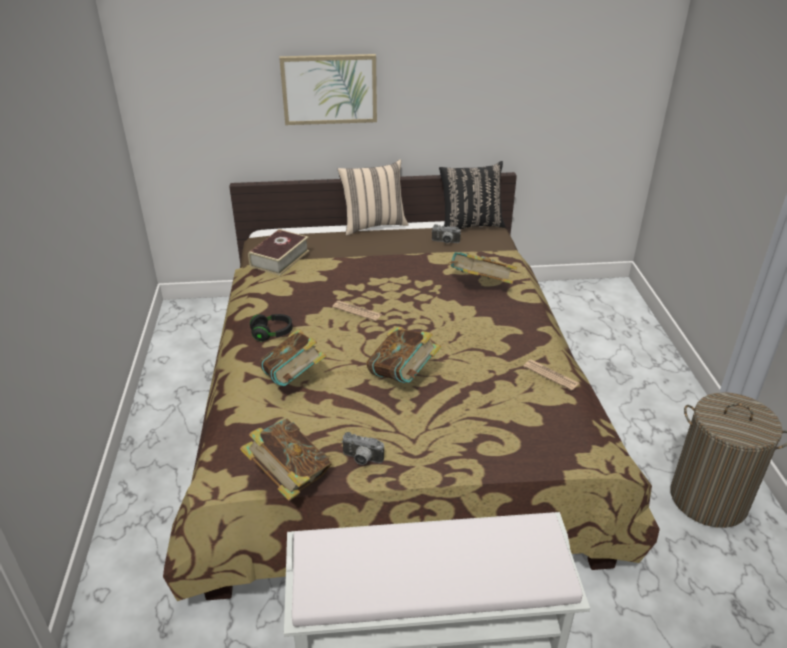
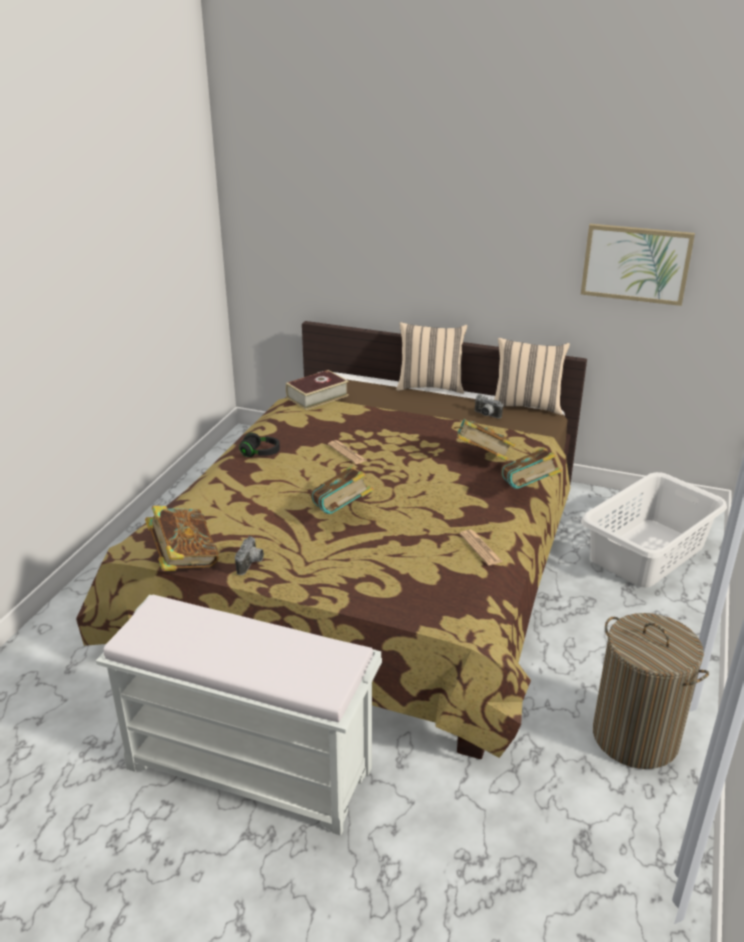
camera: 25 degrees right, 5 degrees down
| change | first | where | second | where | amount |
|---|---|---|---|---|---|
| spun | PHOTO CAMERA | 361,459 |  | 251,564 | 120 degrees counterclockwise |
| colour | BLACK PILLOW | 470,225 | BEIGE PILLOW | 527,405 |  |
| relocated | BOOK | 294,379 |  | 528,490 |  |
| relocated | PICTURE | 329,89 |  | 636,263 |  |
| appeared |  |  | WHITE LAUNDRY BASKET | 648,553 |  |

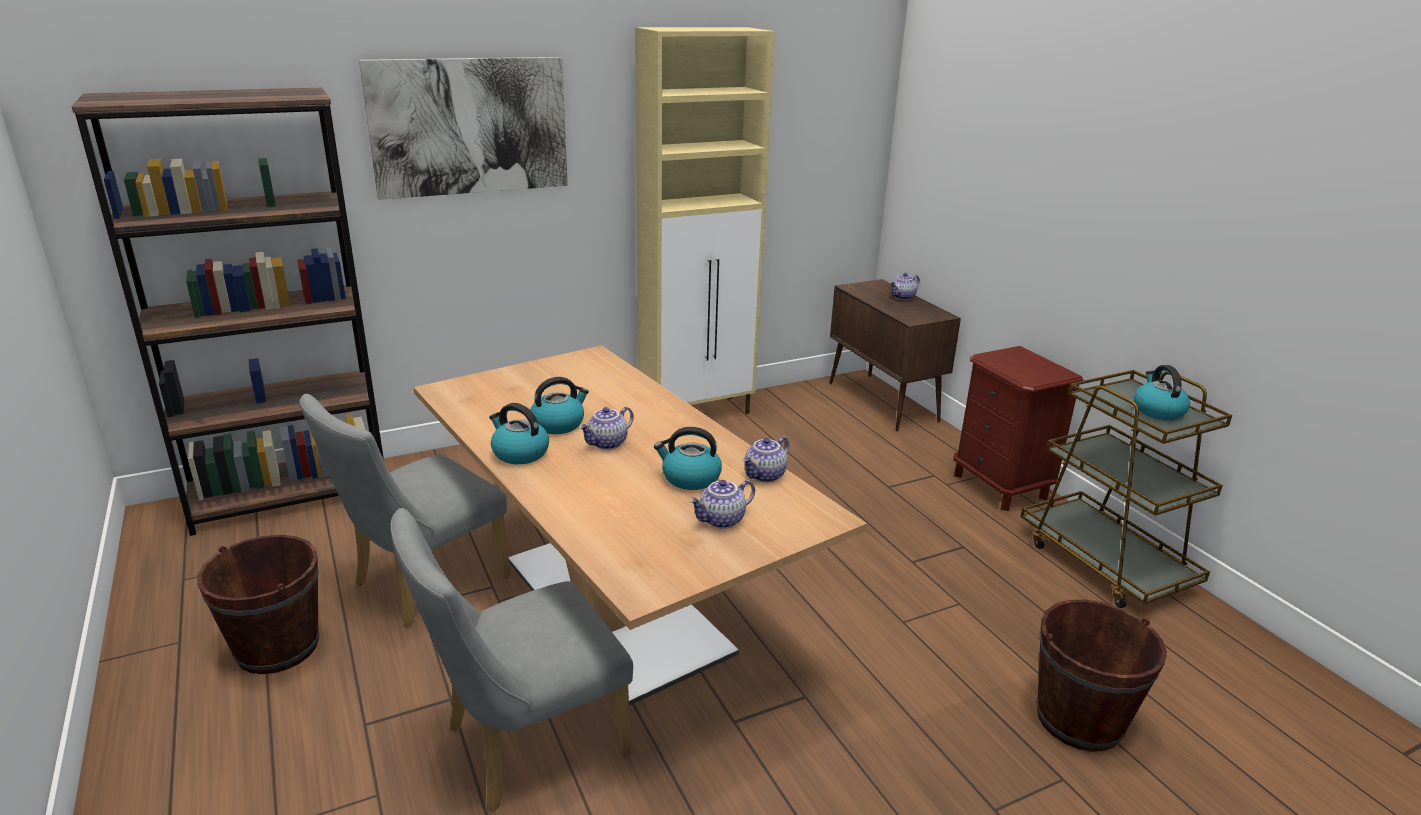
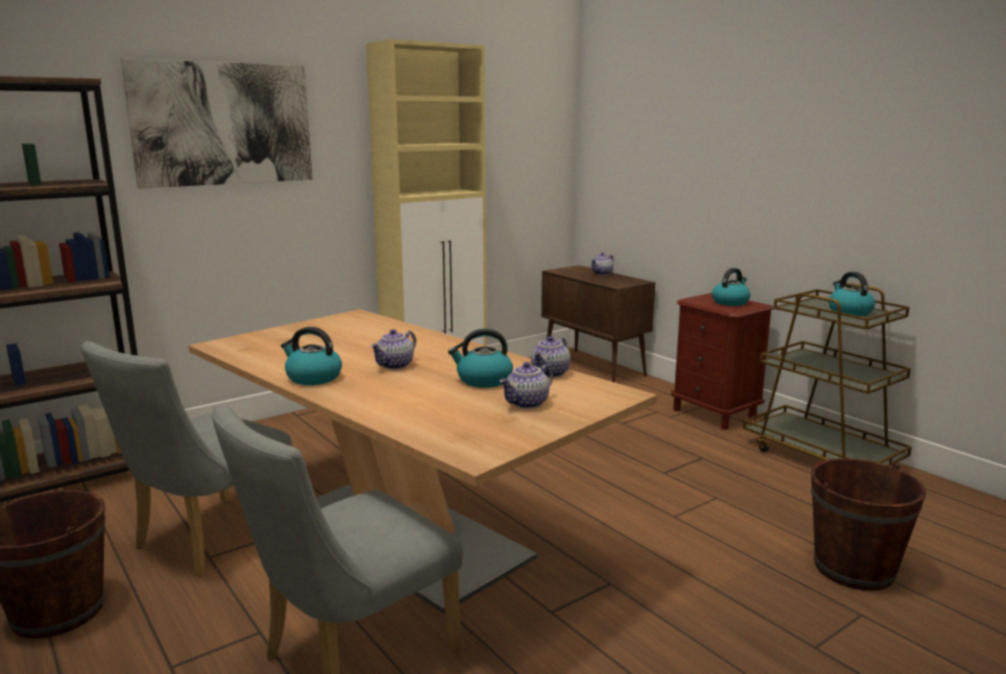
camera: 10 degrees left, 10 degrees down
| change | first | where | second | where | amount |
|---|---|---|---|---|---|
| relocated | KETTLE | 558,424 |  | 730,302 |  |

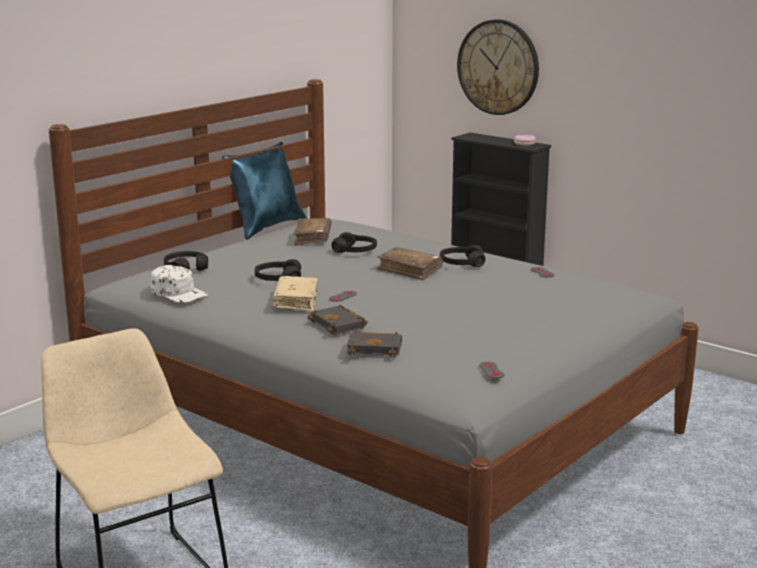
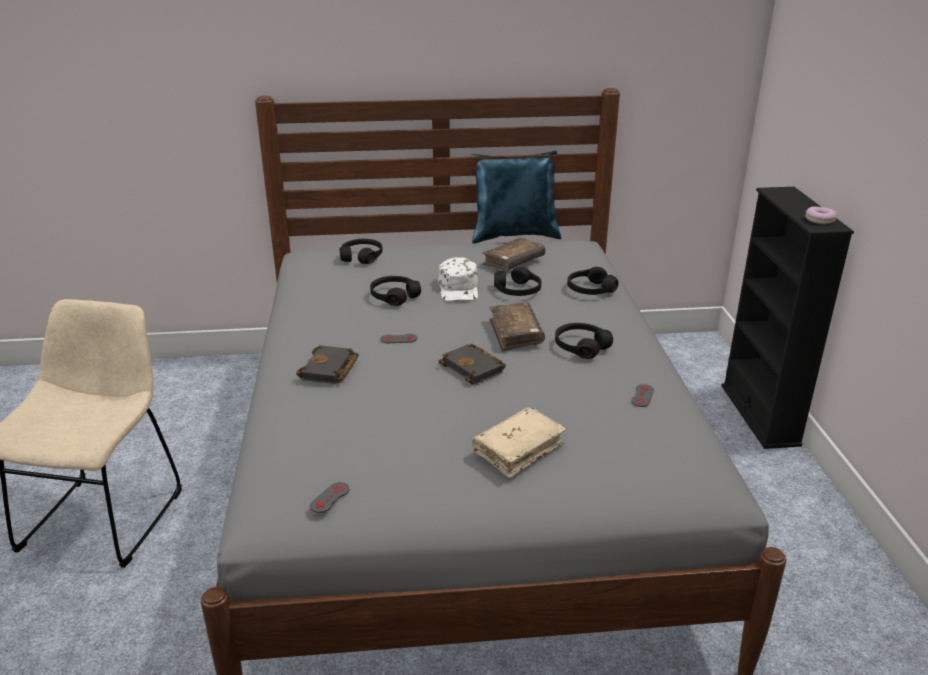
camera: 45 degrees right, 10 degrees up
| change | first | where | second | where | amount |
|---|---|---|---|---|---|
| relocated | WHITE CAP | 179,293 |  | 459,288 |  |
| relocated | BLACK BOOK | 376,348 |  | 474,368 |  |
| relocated | BEIGE BOOK | 295,301 |  | 518,449 |  |
| appeared |  |  | BLACK HEADPHONES | 590,289 |  |
| missing | WALL CLOCK | 498,67 |  |  |  |

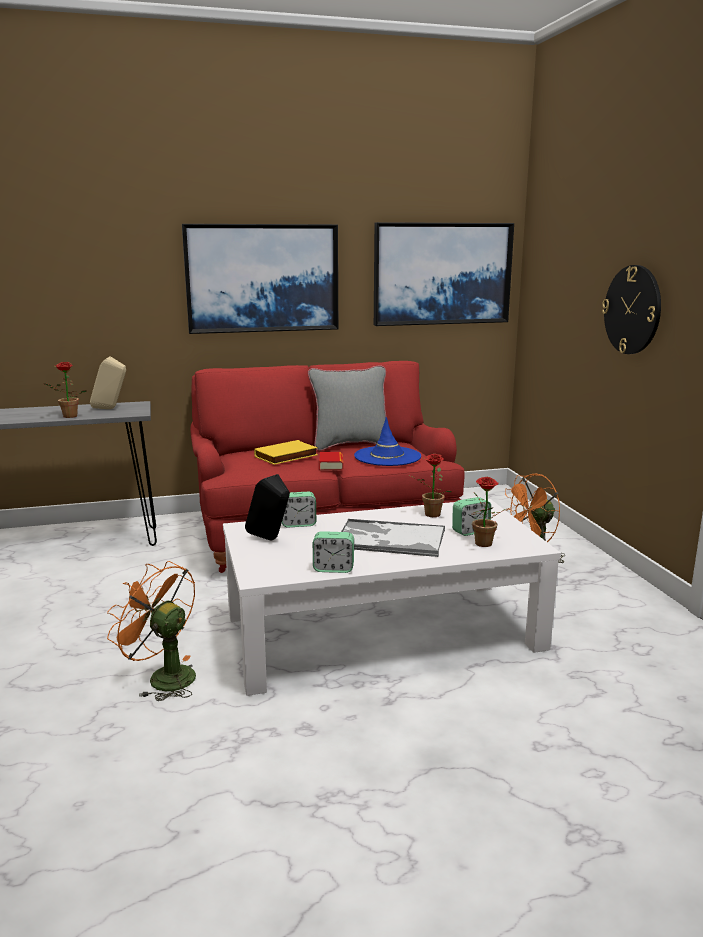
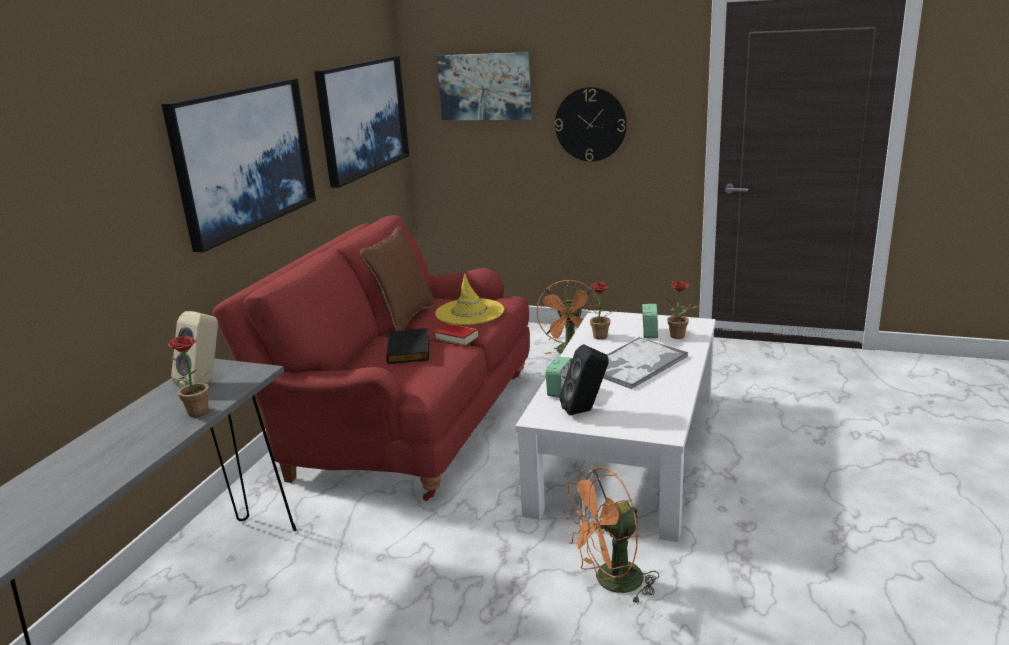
camera: 55 degrees left, 5 degrees up
| change | first | where | second | where | amount |
|---|---|---|---|---|---|
| colour | GREY PILLOW | 350,444 | BROWN PILLOW | 404,318 |  |
| colour | YELLOW BOOK | 286,456 | BLACK BOOK | 410,350 |  |
| colour | BLUE HAT | 387,456 | YELLOW HAT | 470,312 |  |
| appeared |  |  | PICTURE | 485,87 |  |
| missing | ALARM CLOCK | 333,568 |  |  |  |

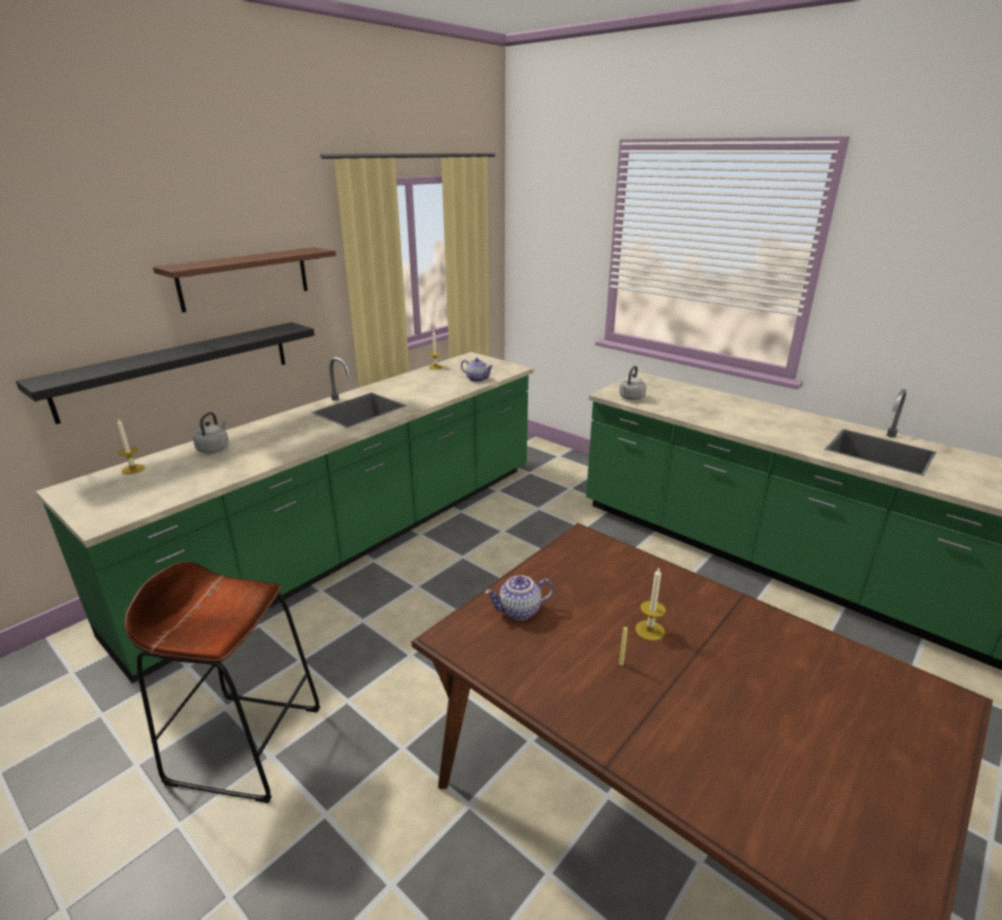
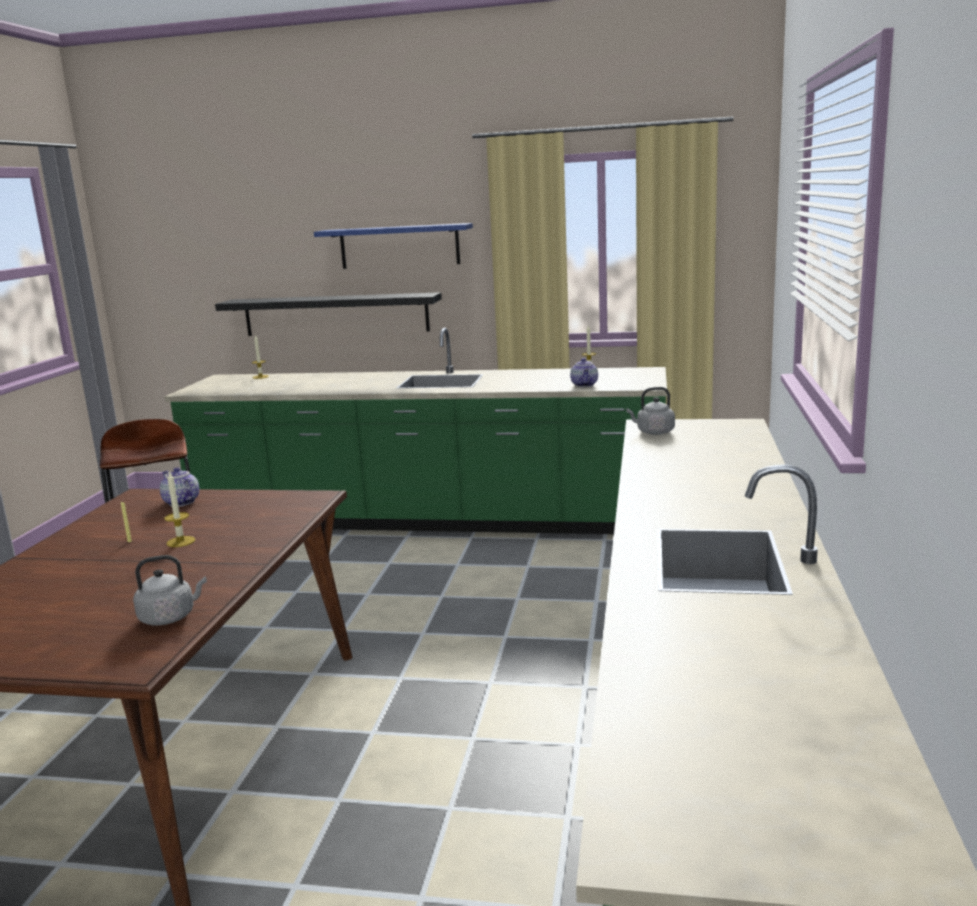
camera: 60 degrees right, 10 degrees down
| change | first | where | second | where | amount |
|---|---|---|---|---|---|
| relocated | GREY KETTLE | 214,448 |  | 170,617 |  |
| colour | BROWN SHELF | 245,278 | BLUE SHELF | 399,246 |  |

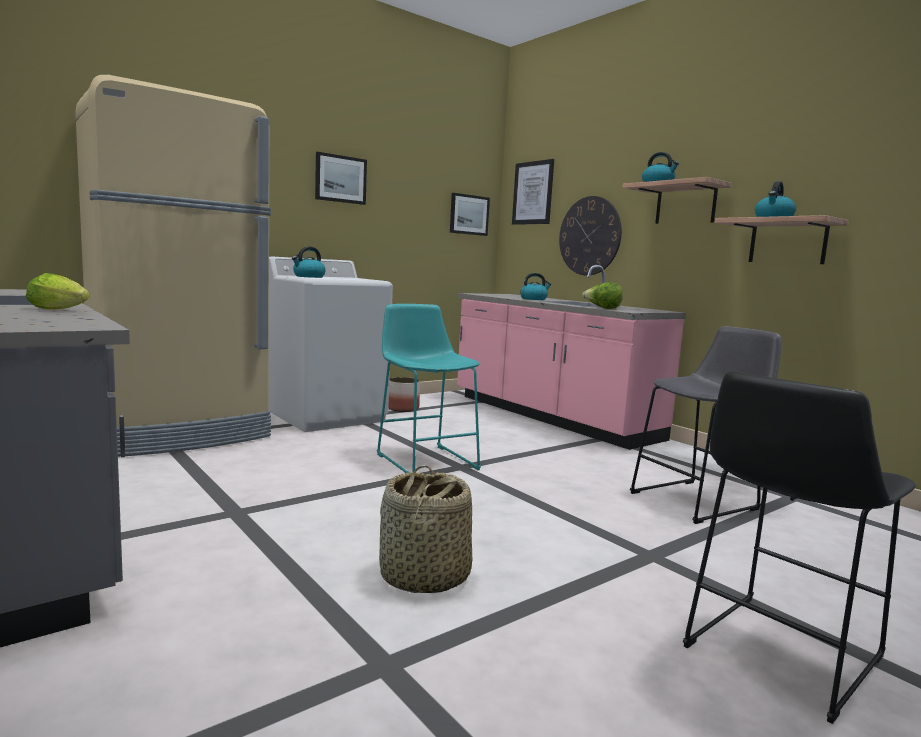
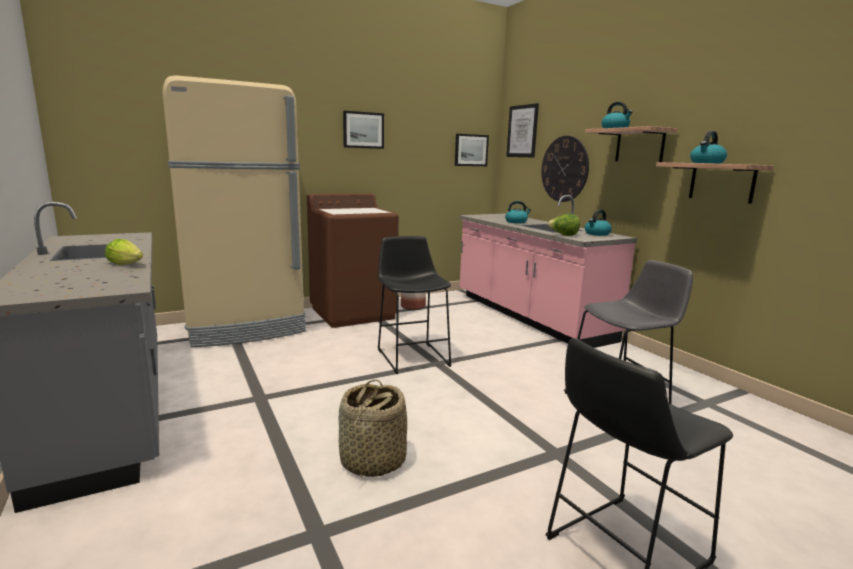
camera: 10 degrees right, 5 degrees up
| change | first | where | second | where | amount |
|---|---|---|---|---|---|
| colour | WHITE WASHING MACHINE | 327,416 | BROWN WASHING MACHINE | 353,313 |  |
| colour | TURQUOISE STOOL | 425,460 | BLACK STOOL | 412,356 |  |
| relocated | KETTLE | 308,277 |  | 597,234 |  |

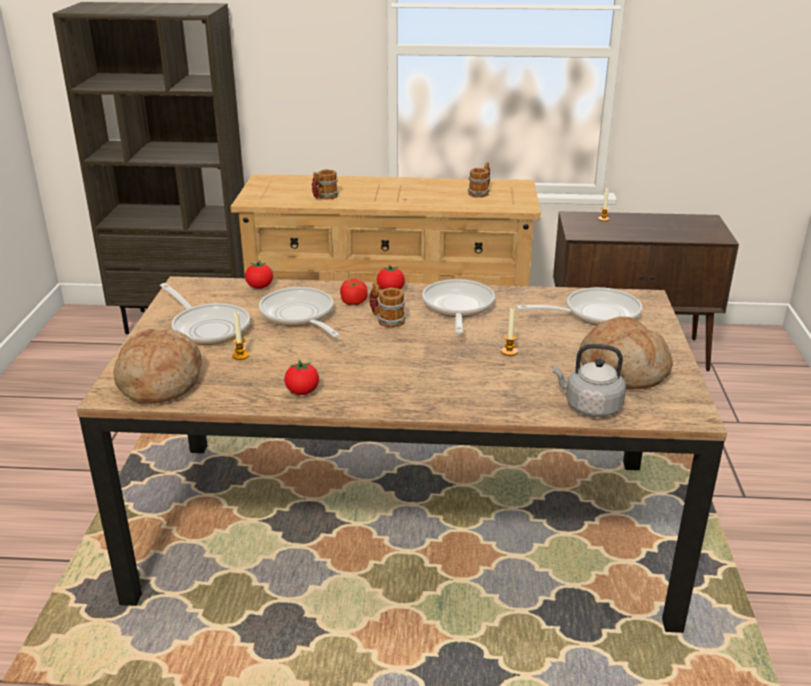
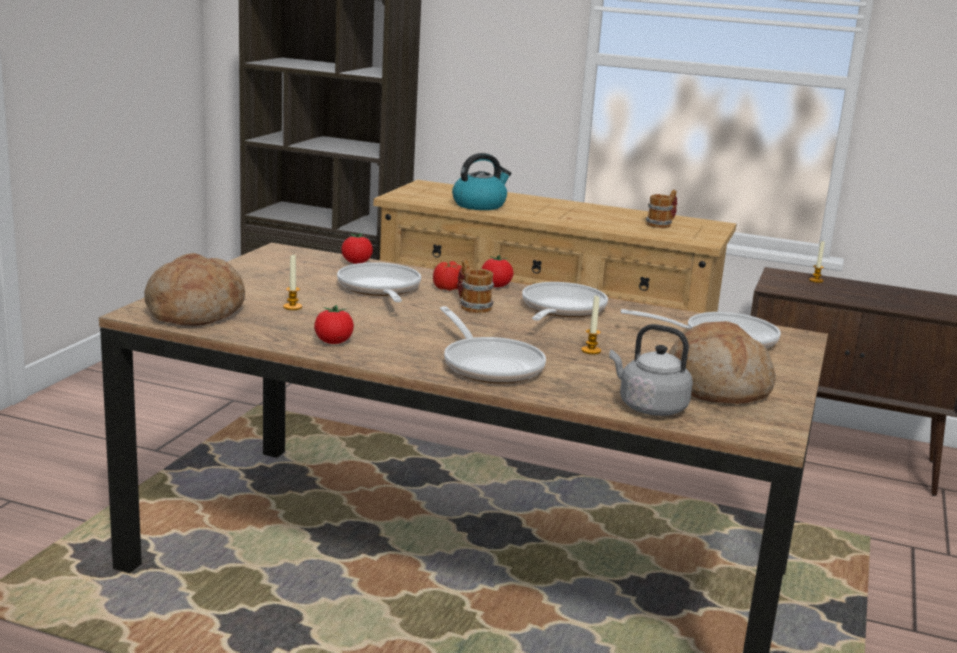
camera: 15 degrees right, 10 degrees down
| change | first | where | second | where | amount |
|---|---|---|---|---|---|
| relocated | FRYING PAN | 208,327 |  | 489,365 |  |
| exchanged | MUG | 324,197 | KETTLE | 479,205 |  |

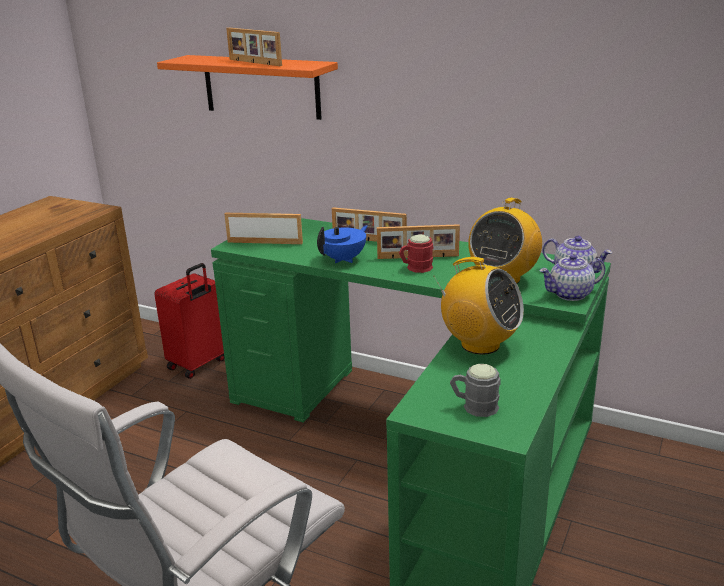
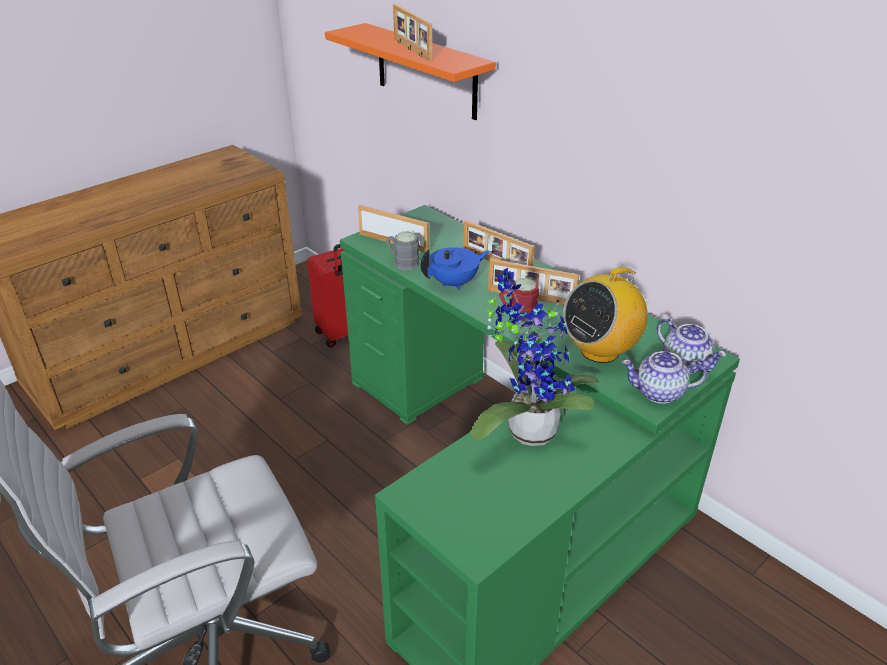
camera: 20 degrees right, 10 degrees up
| change | first | where | second | where | amount |
|---|---|---|---|---|---|
| relocated | GREY MUG | 474,406 |  | 402,262 |  |
| exchanged | RADIO | 479,344 | POTTED PLANT | 526,428 |  |

